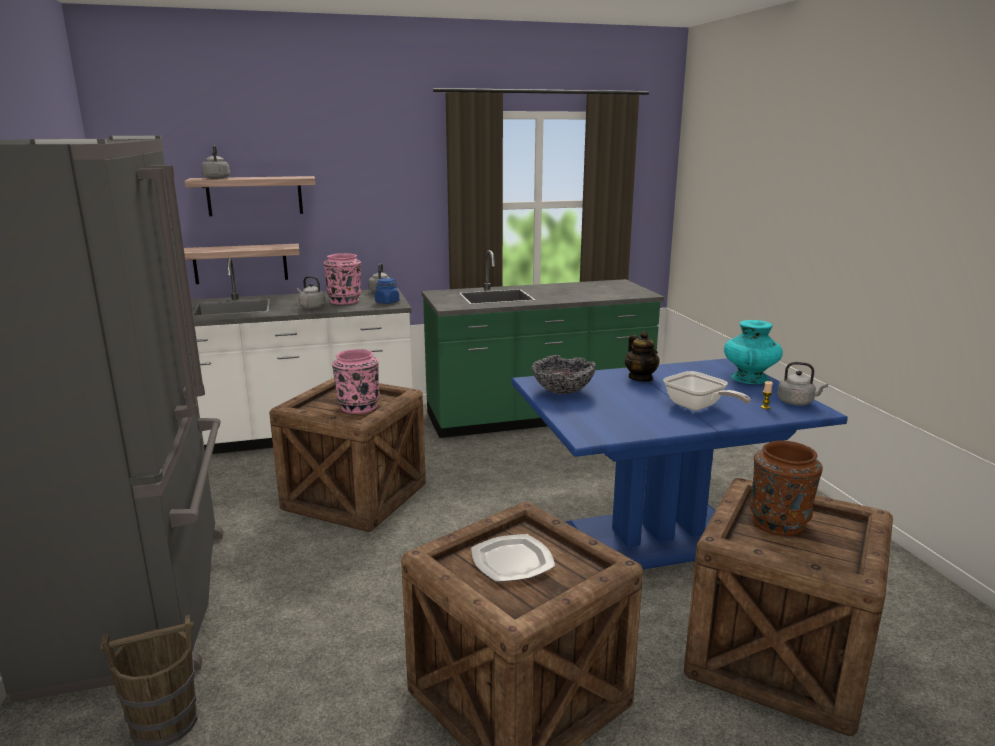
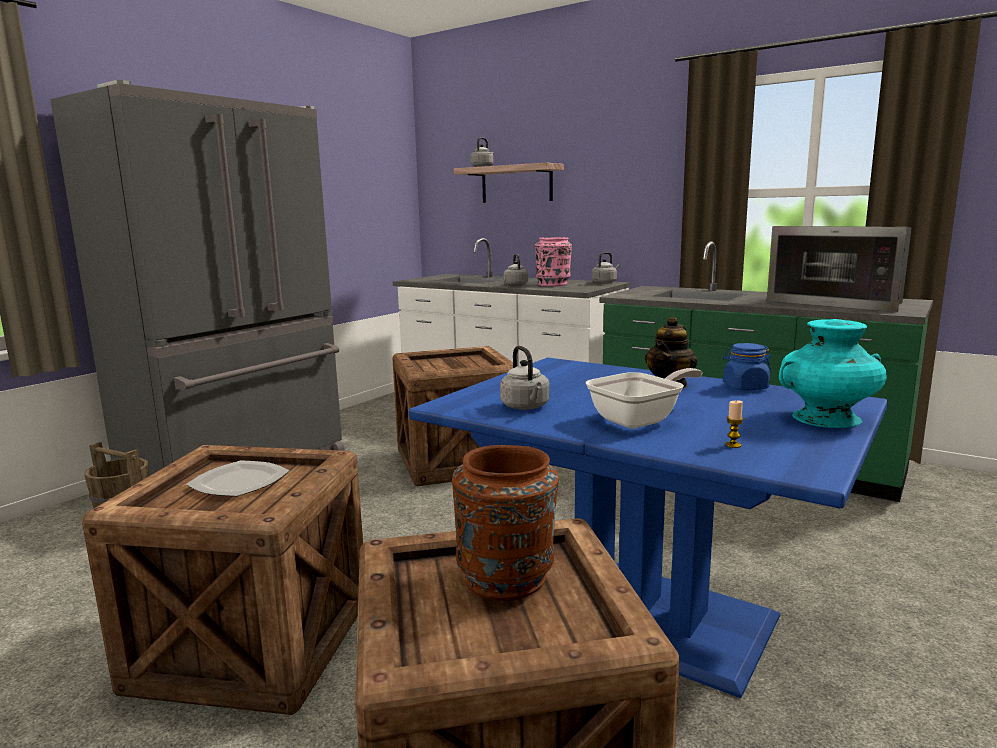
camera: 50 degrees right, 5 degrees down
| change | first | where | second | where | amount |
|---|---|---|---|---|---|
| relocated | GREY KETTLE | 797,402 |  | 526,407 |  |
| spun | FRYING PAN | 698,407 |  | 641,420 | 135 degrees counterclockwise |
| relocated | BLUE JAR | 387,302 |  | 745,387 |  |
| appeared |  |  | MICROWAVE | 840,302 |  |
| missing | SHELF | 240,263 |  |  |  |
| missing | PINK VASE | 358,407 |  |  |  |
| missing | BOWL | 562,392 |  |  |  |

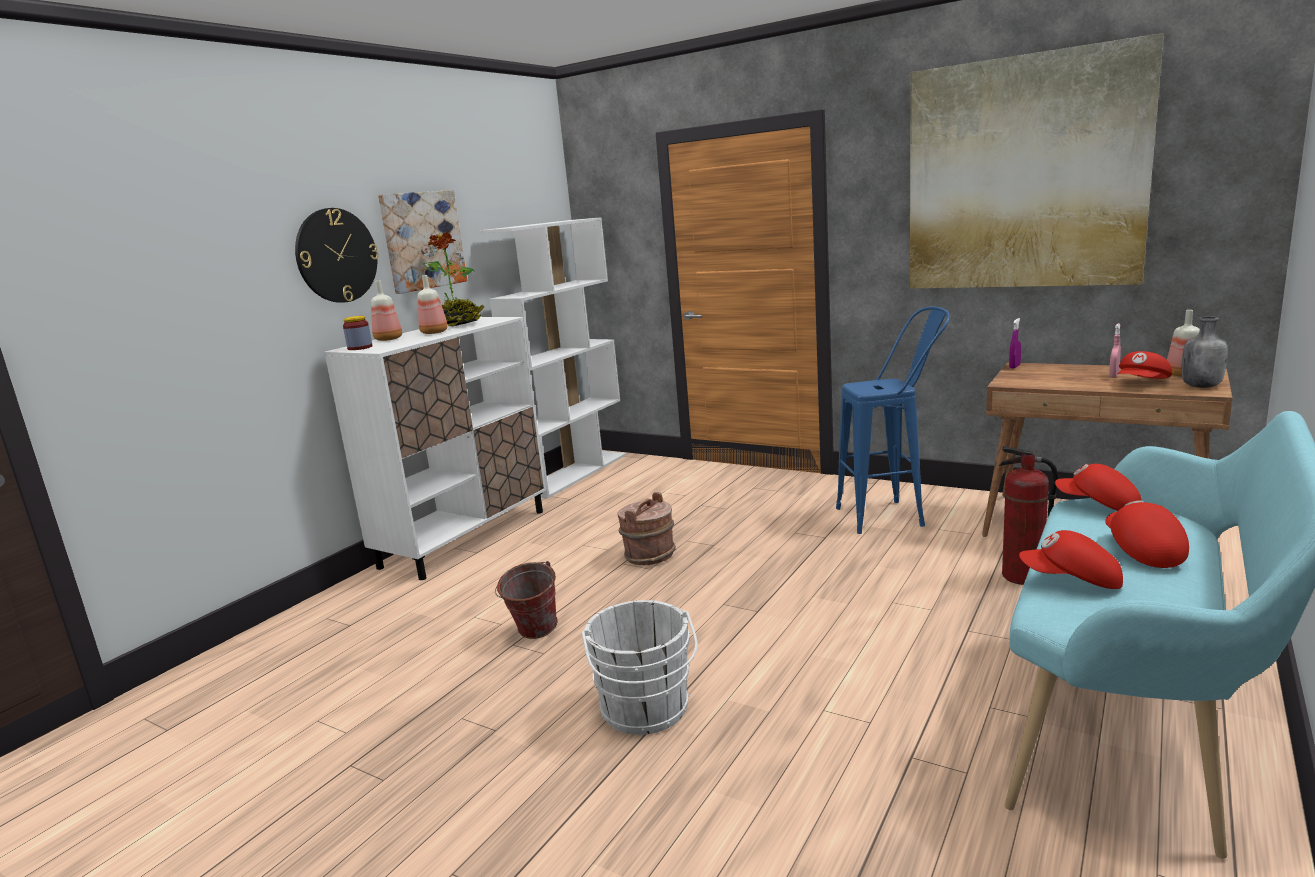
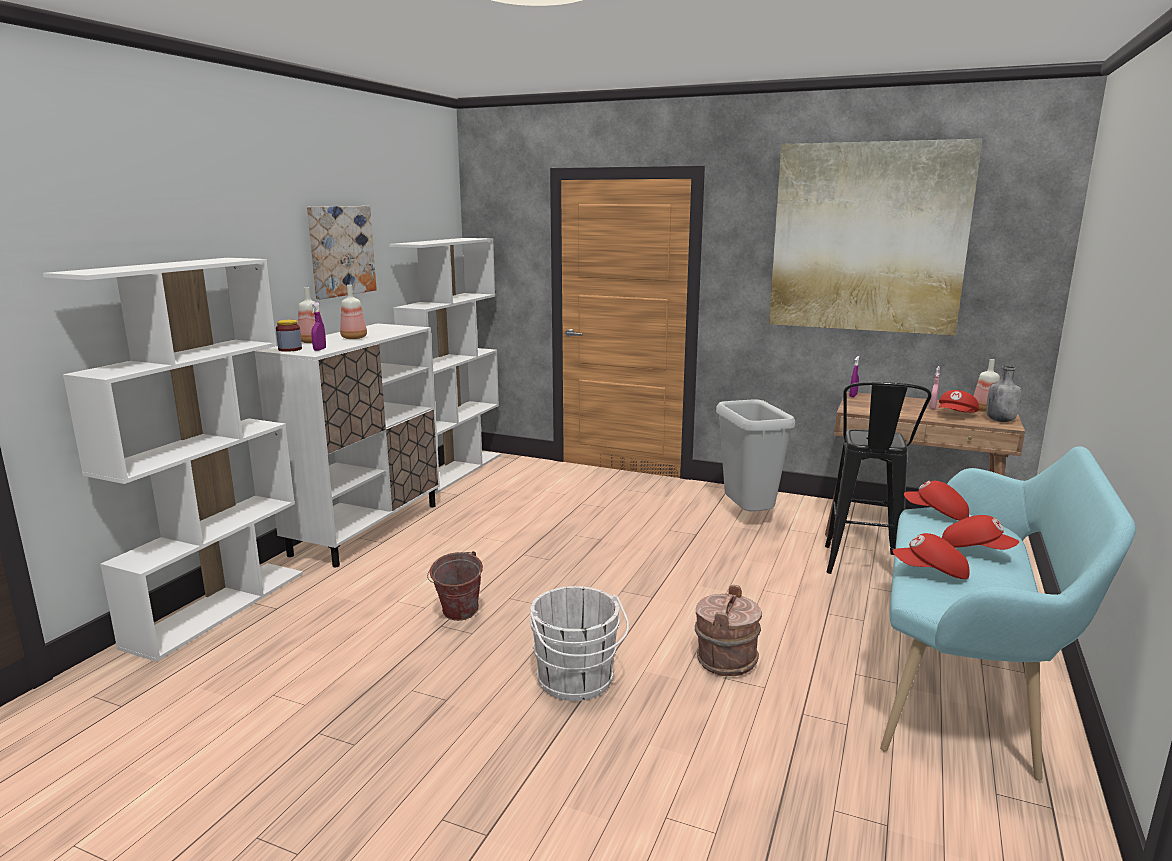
camera: 10 degrees left, 0 degrees up
| change | first | where | second | where | amount |
|---|---|---|---|---|---|
| appeared |  |  | WHITE BOOKCASE | 218,607 |  |
| appeared |  |  | PURPLE SPRAY BOTTLE | 319,349 |  |
| relocated | BROWN BUCKET | 649,555 |  | 725,660 |  |
| exchanged | BLUE STOOL | 893,515 | GREY TRASH CAN | 749,517 |  |
| exchanged | FIRE EXTINGUISHER | 1022,576 | BLACK STOOL | 862,570 |  |
| spun | RED CAP | 1141,550 |  | 975,550 | 135 degrees clockwise |
| missing | WALL CLOCK | 336,255 |  |  |  |
| missing | POTTED PLANT | 459,325 |  |  |  |

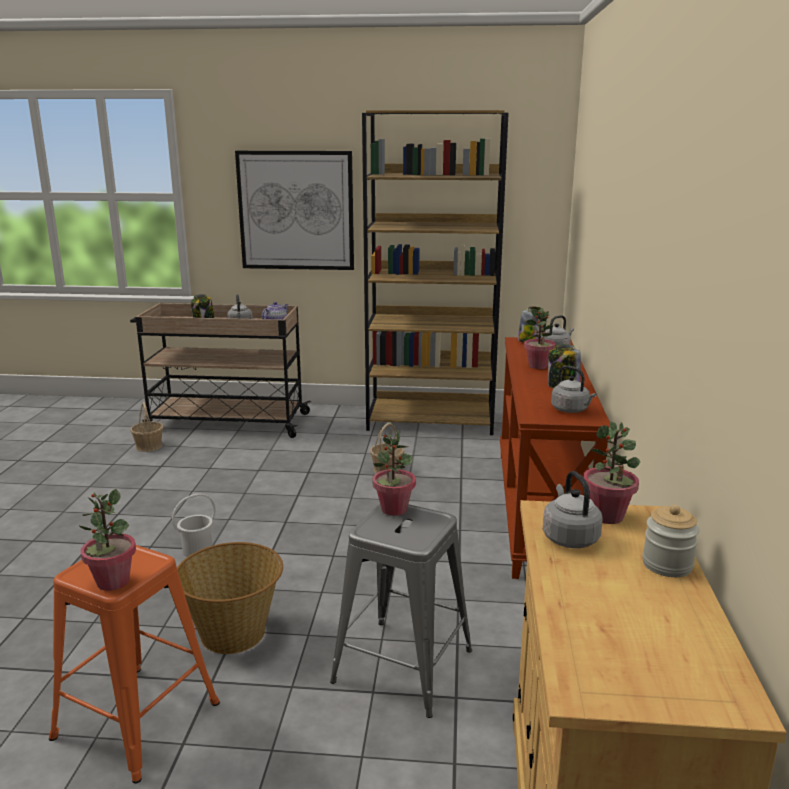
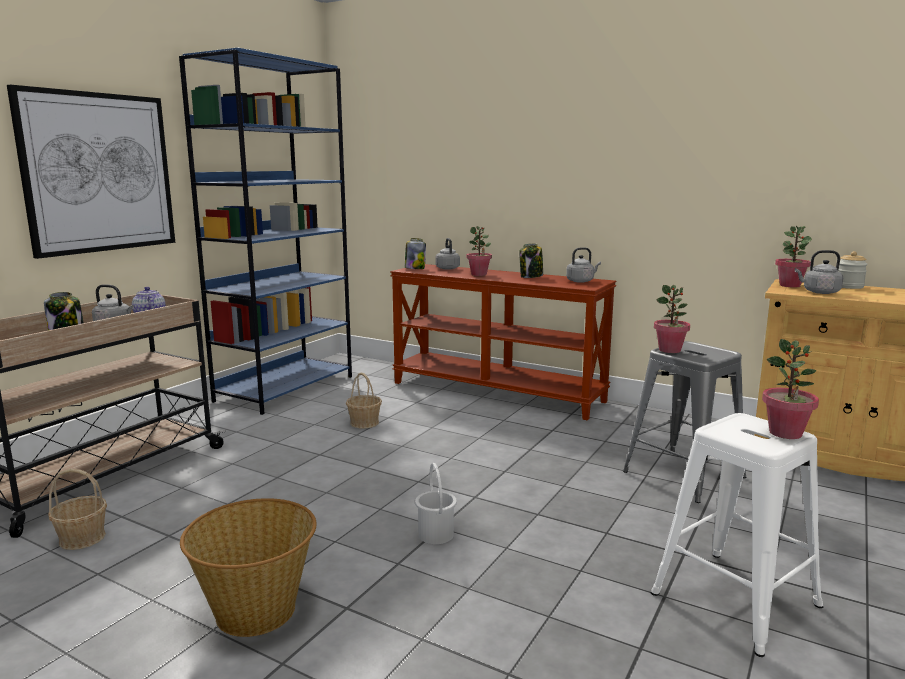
camera: 65 degrees left, 5 degrees down
| change | first | where | second | where | amount |
|---|---|---|---|---|---|
| colour | BROWN BOOKCASE | 431,421 | BLUE BOOKCASE | 285,388 |  |
| relocated | BASKET | 234,633 |  | 256,610 |  |
| colour | ORANGE STOOL | 136,721 | WHITE STOOL | 738,599 |  |

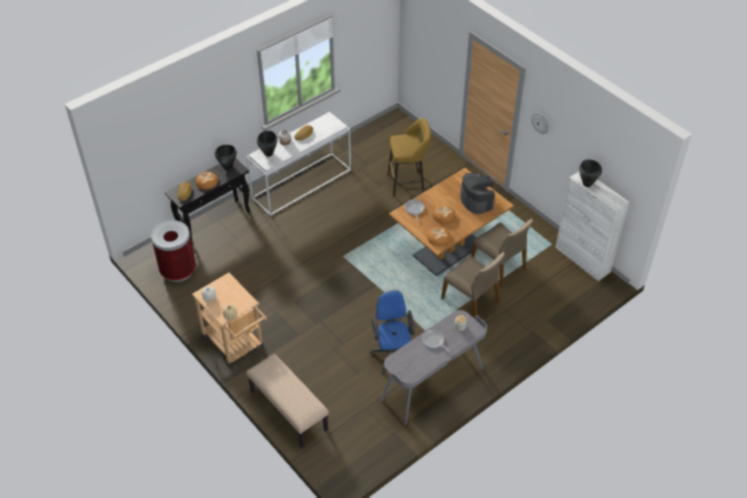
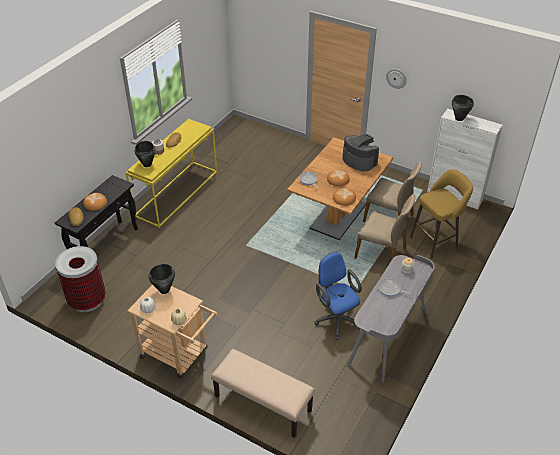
camera: 20 degrees left, 5 degrees down
| change | first | where | second | where | amount |
|---|---|---|---|---|---|
| colour | WHITE CONSOLE TABLE | 302,183 | YELLOW CONSOLE TABLE | 176,193 |  |
| relocated | BLACK COOKING POT | 227,167 |  | 164,290 |  |
| relocated | YELLOW STOOL | 408,183 |  | 436,241 |  |

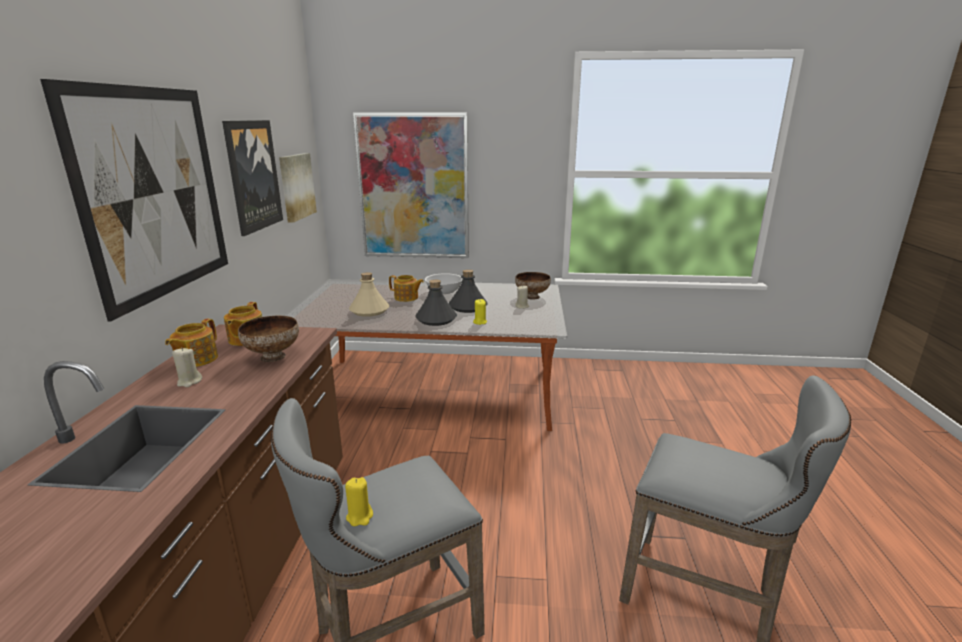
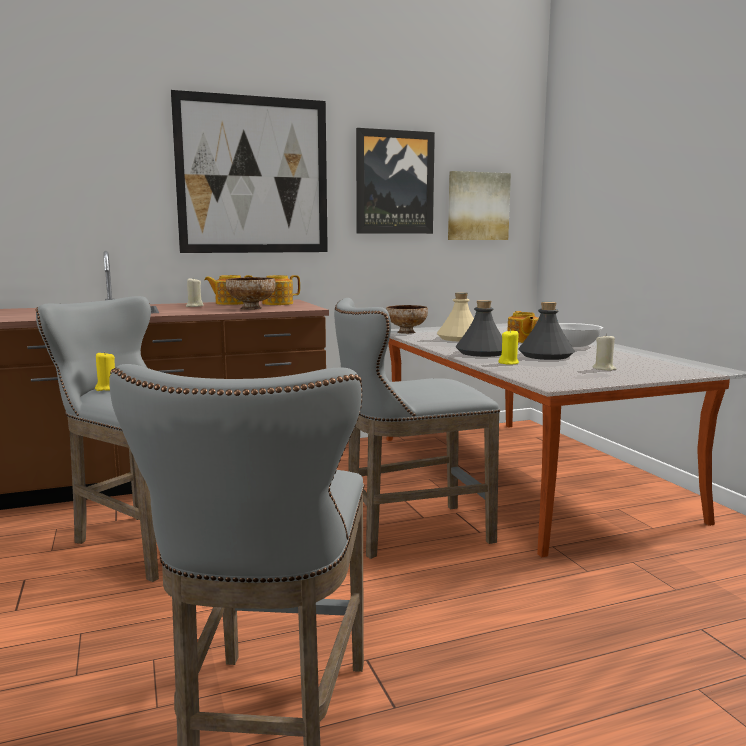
camera: 65 degrees right, 10 degrees down
| change | first | where | second | where | amount |
|---|---|---|---|---|---|
| appeared |  |  | GREY STOOL | 409,533 |  |
| relocated | BOWL | 532,297 |  | 407,332 |  |
| missing | PICTURE | 413,187 |  |  |  |

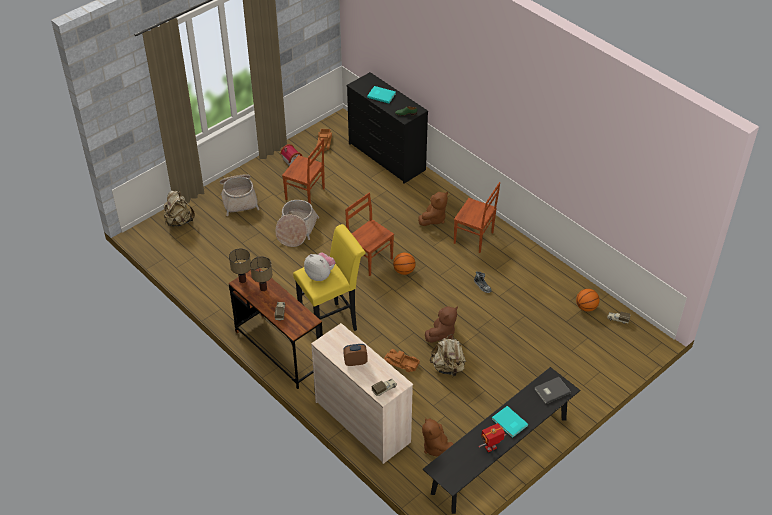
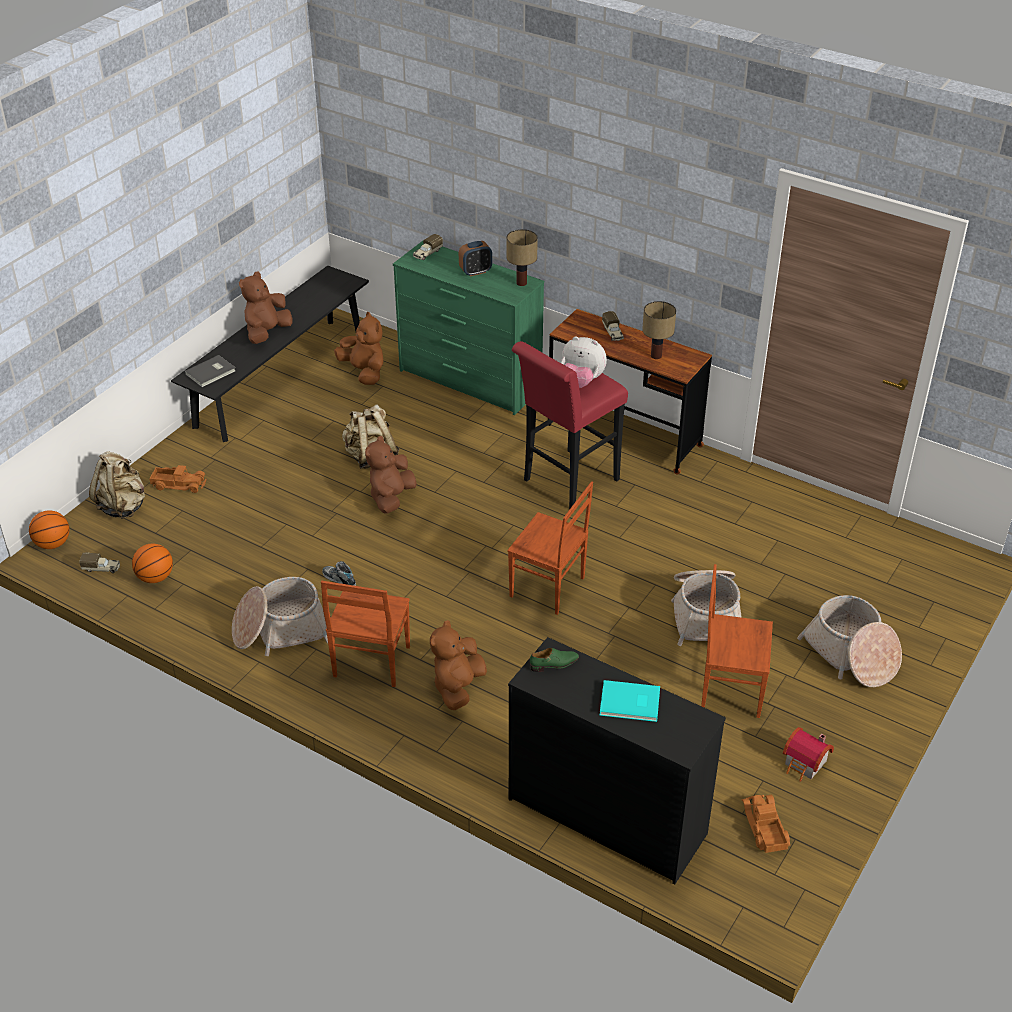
camera: 165 degrees right, 5 degrees down
| change | first | where | second | where | amount |
|---|---|---|---|---|---|
| relocated | BASKETBALL | 404,271 |  | 53,544 |  |
| relocated | BEIGE BACKPACK | 179,221 |  | 123,506 |  |
| relocated | TOY TRUCK | 401,363 |  | 179,484 |  |
| appeared |  |  | BASKET | 280,629 |  |
| exchanged | TURQUOISE BOOK | 509,423 | BROWN PLUSH TOY | 267,333 |  |
| spun | BROWN CHAIR | 474,238 |  | 370,662 | 90 degrees counterclockwise |
| colour | BEIGE DRESSER | 363,421 | GREEN DRESSER | 469,381 |  |
| relocated | TABLE LAMP | 242,280 |  | 521,282 |  |
| colour | YELLOW STOOL | 332,322 | RED STOOL | 566,483 |  |
| missing | TOY ROBOT | 491,448 |  |  |  |

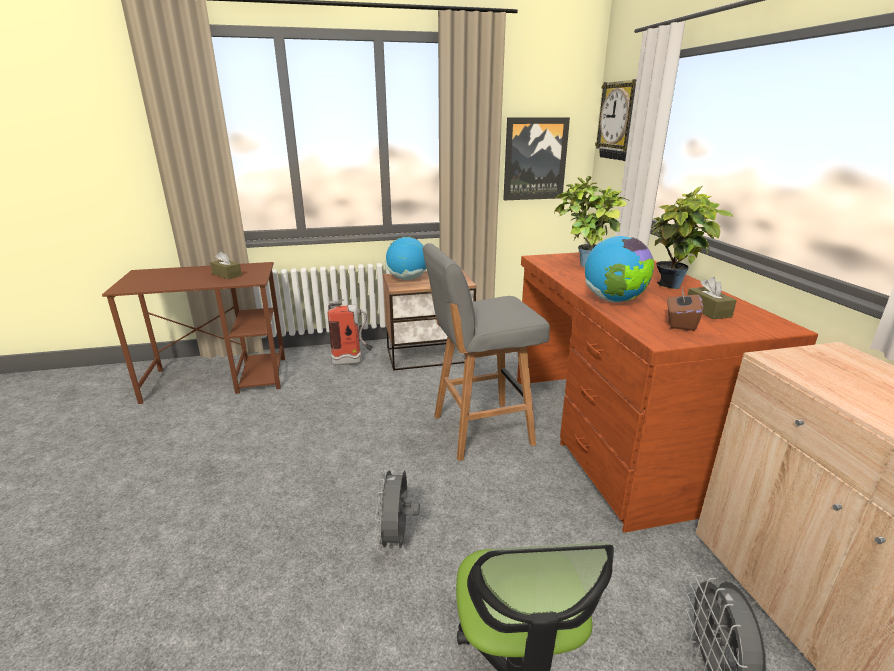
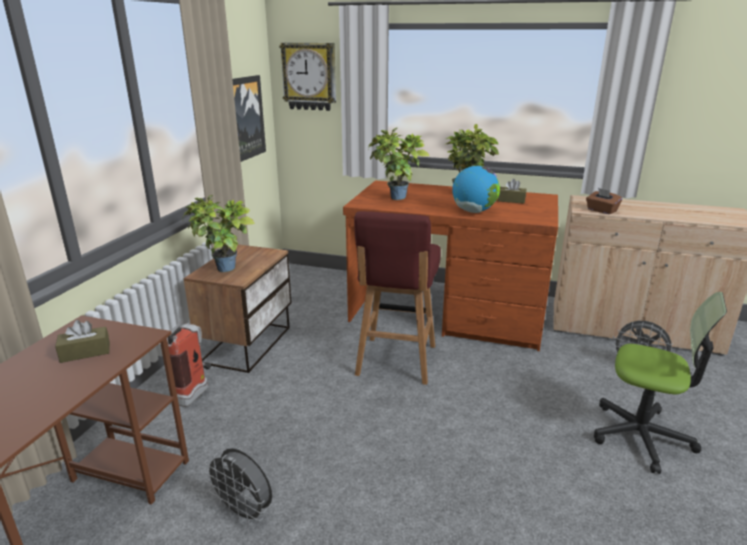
camera: 60 degrees left, 0 degrees up
| change | first | where | second | where | amount |
|---|---|---|---|---|---|
| exchanged | GLOBE | 407,279 | POTTED PLANT | 222,271 |  |
| relocated | GREY FAN | 397,539 |  | 244,512 |  |
| colour | GREY STOOL | 479,430 | RED STOOL | 395,361 |  |
| relocated | BROWN TISSUE BOX | 680,323 |  | 601,210 |  |

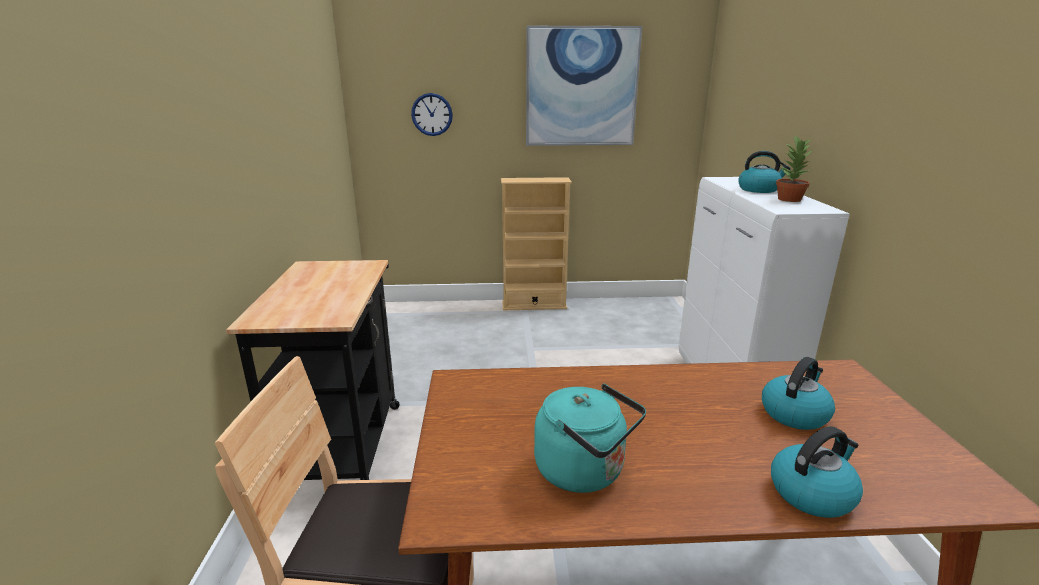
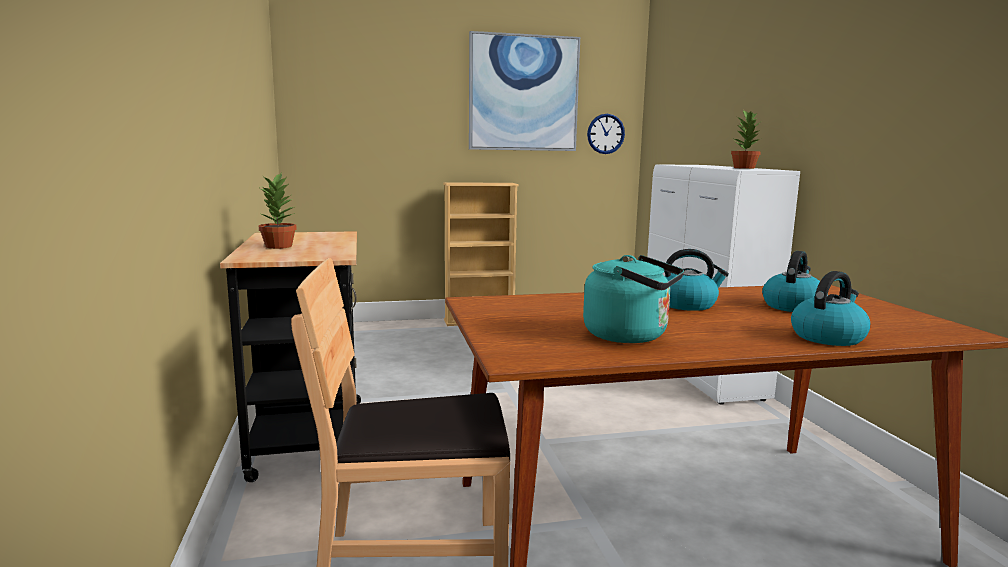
camera: 10 degrees left, 10 degrees down
| change | first | where | second | where | amount |
|---|---|---|---|---|---|
| appeared |  |  | POTTED PLANT | 279,246 |  |
| relocated | WALL CLOCK | 432,114 |  | 605,134 |  |
| relocated | KETTLE | 759,189 |  | 687,304 |  |

